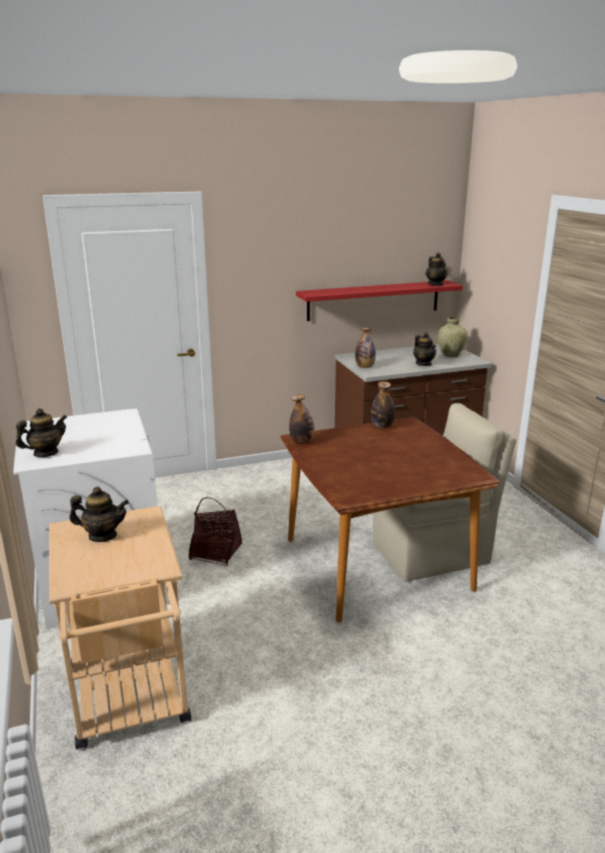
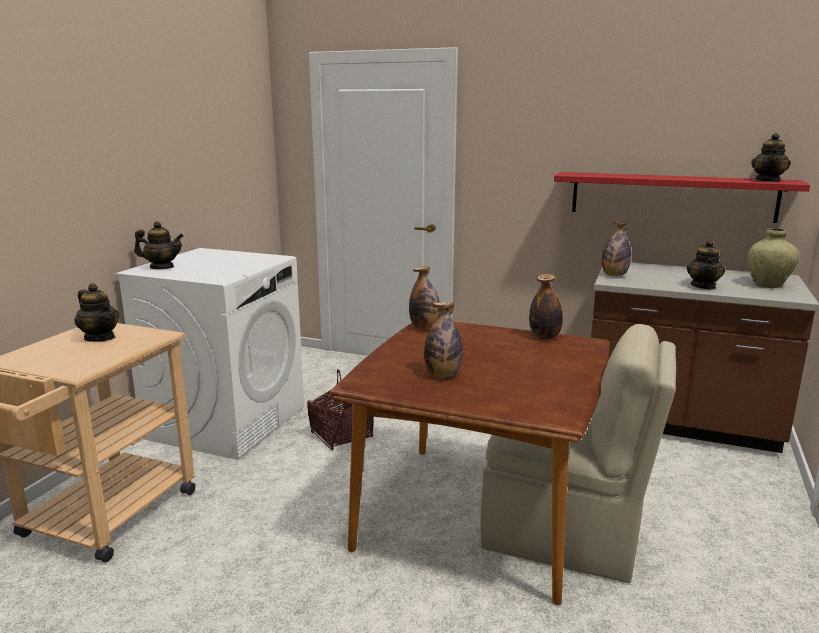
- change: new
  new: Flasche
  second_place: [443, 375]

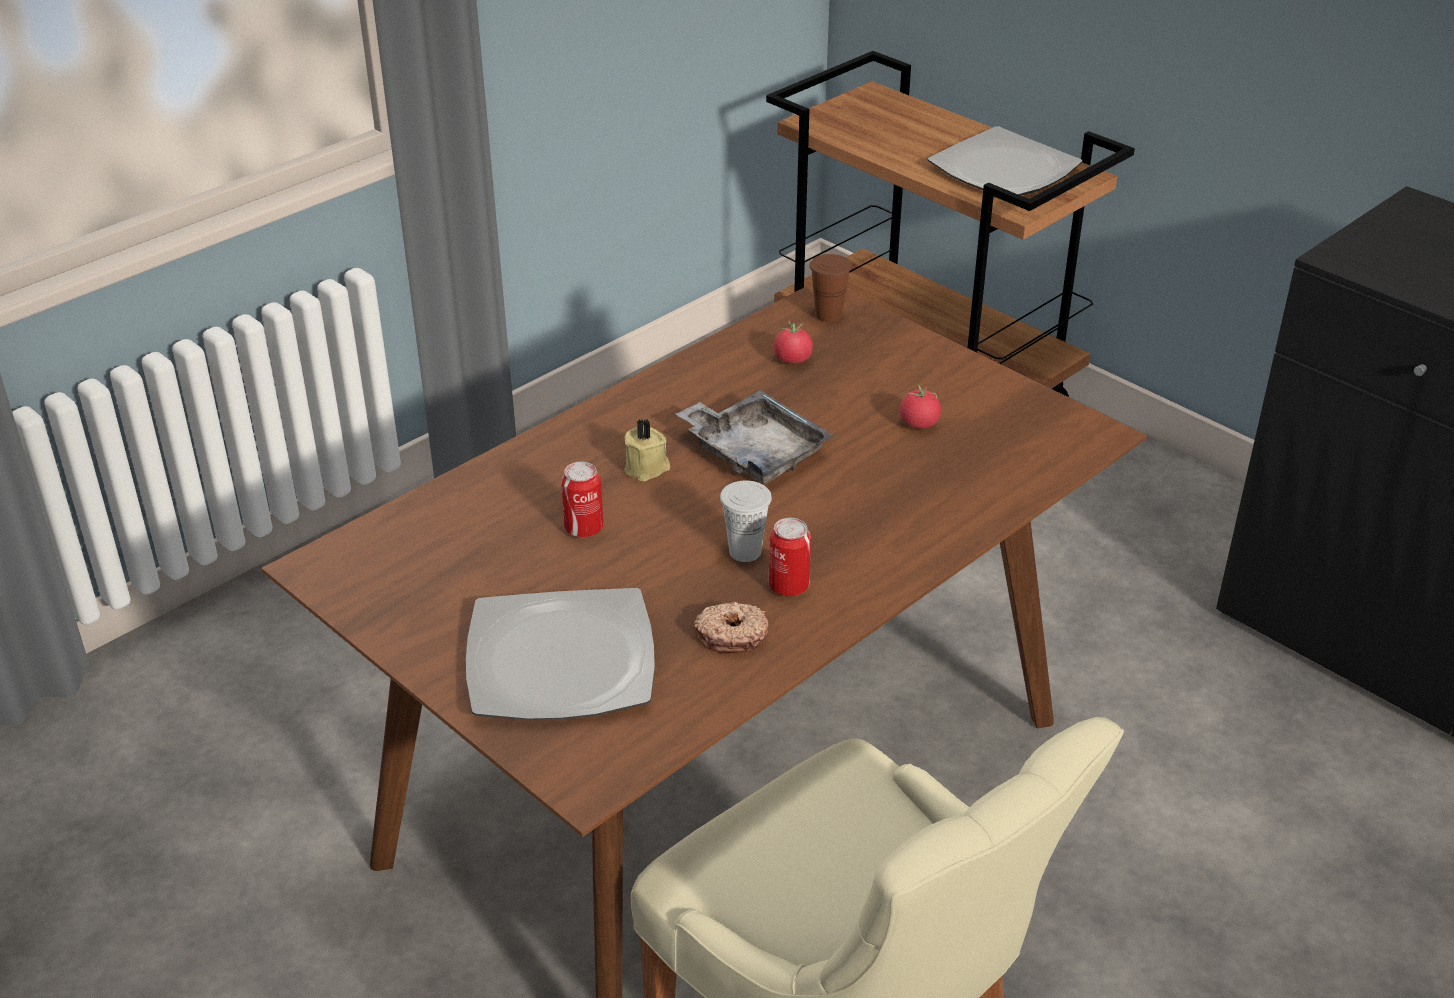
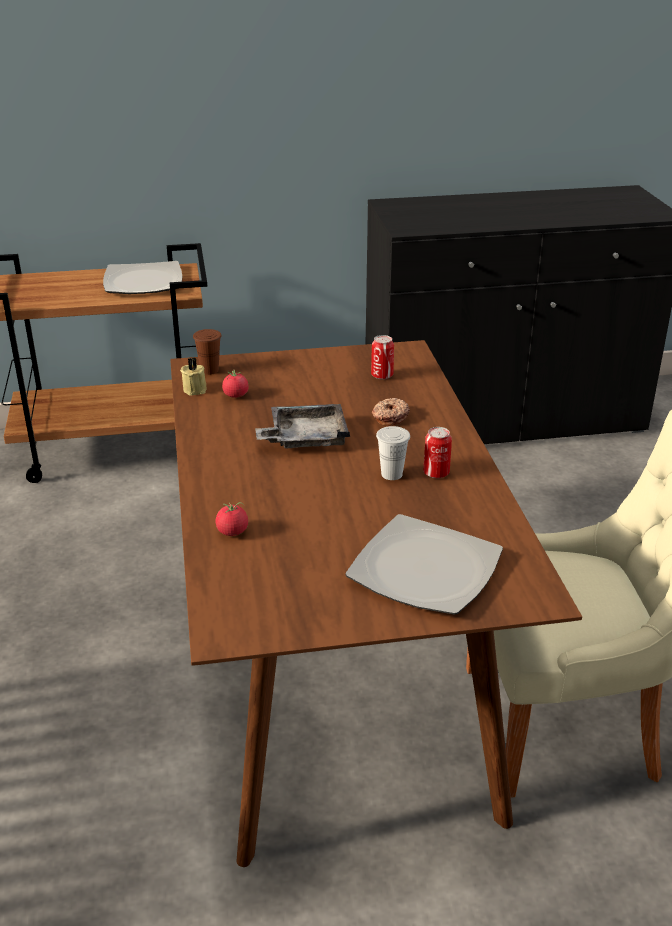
- change: shifted
  old: Kerze/beige
  first_place: [647, 468]
  second_place: [195, 389]
- change: shifted
  old: Tomate
  first_place: [919, 424]
  second_place: [232, 531]
- change: shifted
  old: Dose
  first_place: [584, 528]
  second_place: [382, 375]
- change: shifted
  old: Donut
  first_place: [731, 635]
  second_place: [389, 417]

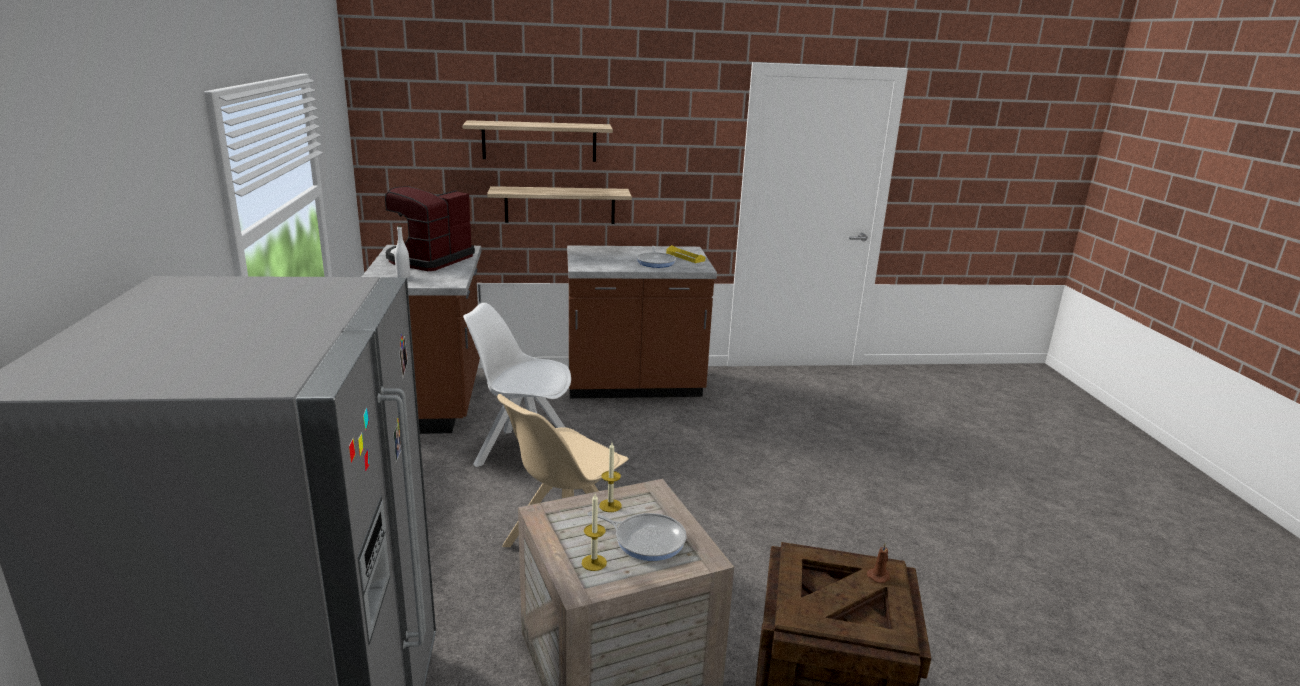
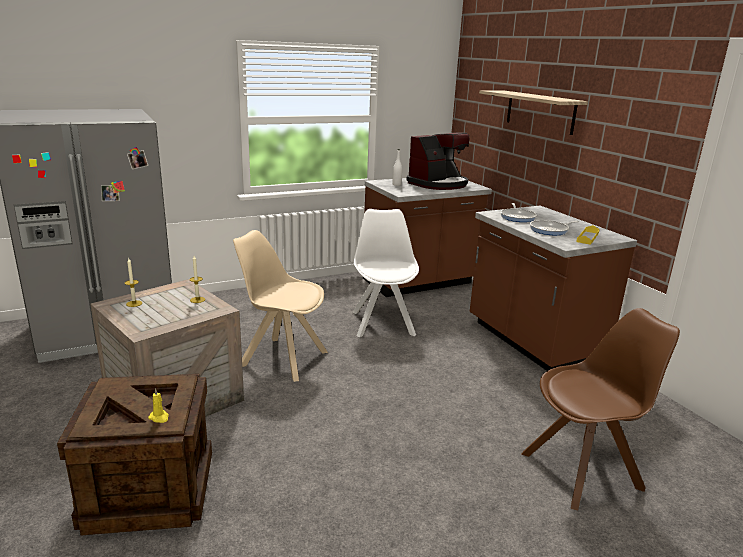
- change: repainted
  old: Kerze/braun
  new: Kerze/gelb
  first_place: [879, 576]
  second_place: [159, 418]
- change: rotated
  old: Kaffeemaschine
  first_place: [429, 259]
  second_place: [438, 184]
  degrees: 135
- change: shifted
  old: Pfanne
  first_place: [646, 540]
  second_place: [517, 217]
- change: new
  new: Stuhl/braun
  second_place: [584, 470]
- change: gone
  old: Wandregal
  first_place: [560, 205]

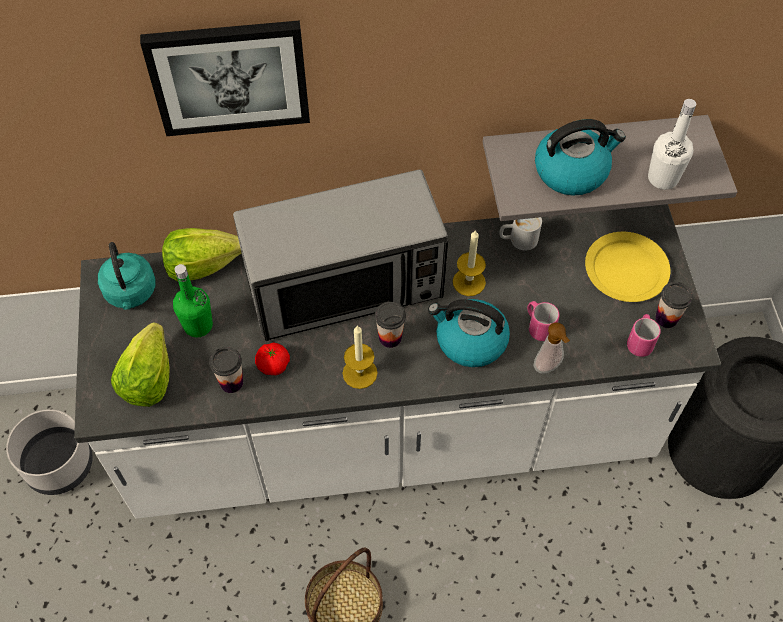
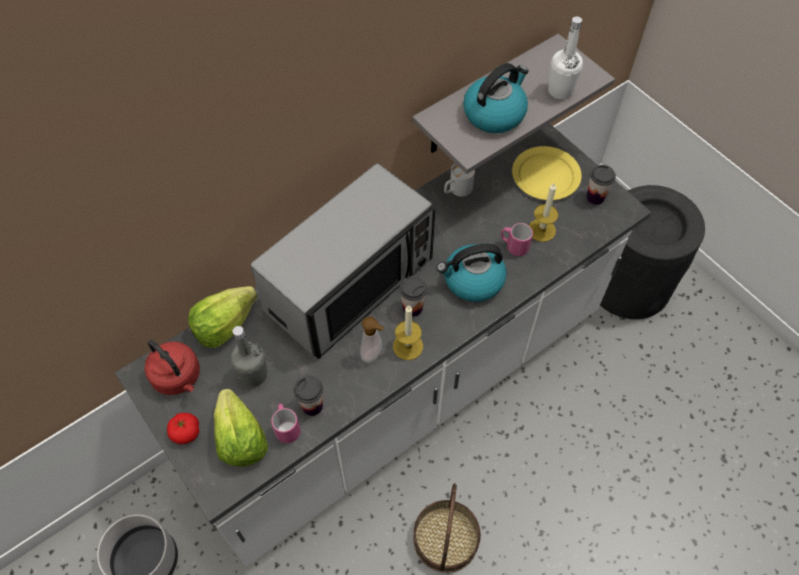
- change: repainted
  old: Wasserkessel/türkis
  new: Wasserkessel/rot
  first_place: [131, 293]
  second_place: [178, 377]
- change: shifted
  old: Tomate
  first_place: [273, 365]
  second_place: [186, 432]
- change: repainted
  old: Flasche/grün
  new: Flasche/grau
  first_place: [198, 325]
  second_place: [254, 375]
- change: shifted
  old: Henkelbecher/rosa
  first_place: [640, 341]
  second_place: [286, 427]
- change: shifted
  old: Seifenspender
  first_place: [548, 368]
  second_place: [373, 354]
- change: shifted
  old: Kerze
  first_place: [469, 282]
  second_place: [541, 230]
- change: gone
  old: Bild
  first_place: [229, 76]

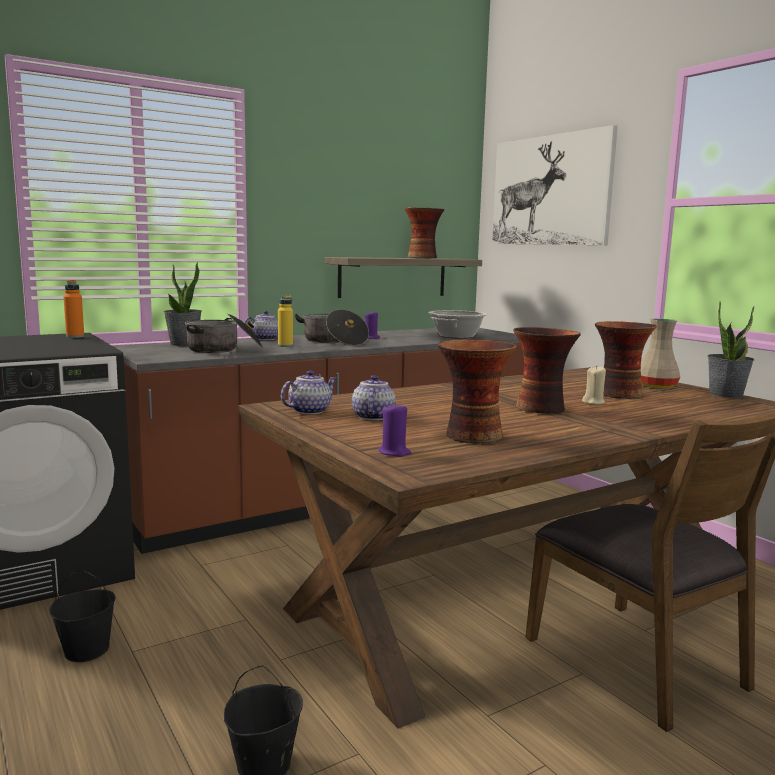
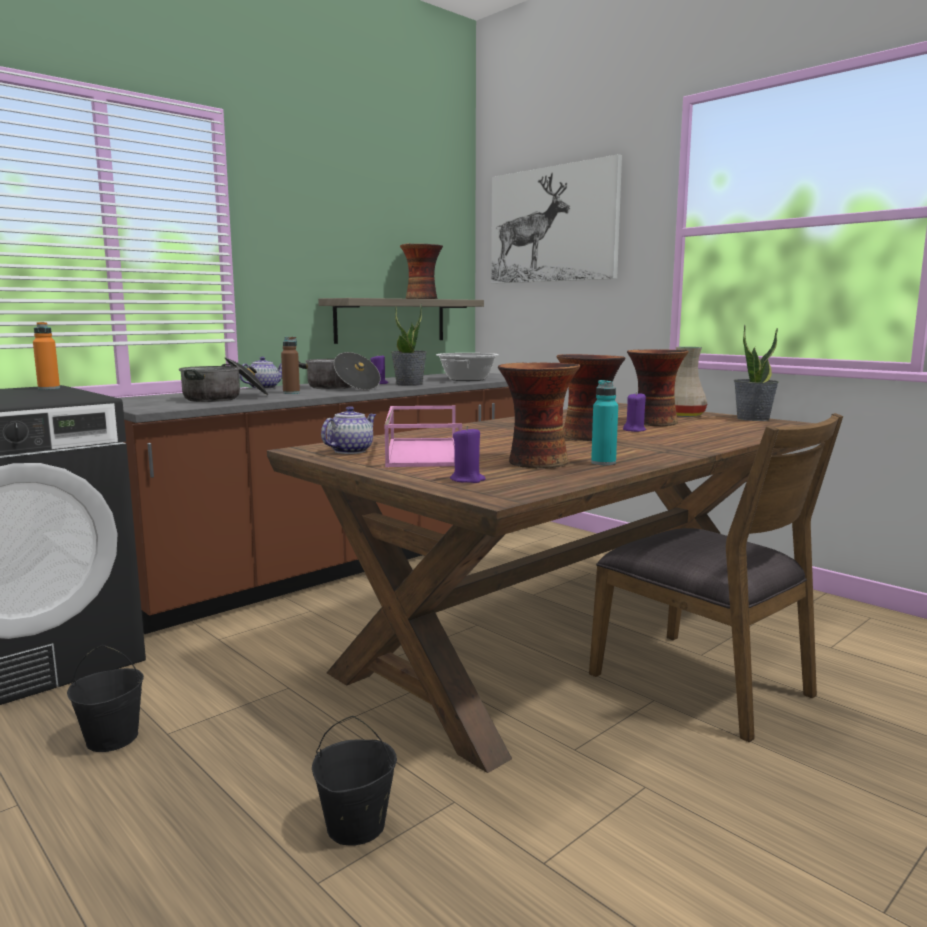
- change: repainted
  old: Flasche/gelb
  new: Flasche/braun
  first_place: [285, 346]
  second_place: [291, 393]
- change: swapped
  old: Teekanne
  new: Tablett/rosa
  first_place: [372, 416]
  second_place: [421, 452]
- change: shifted
  old: Topfpflanze
  first_place: [184, 344]
  second_place: [409, 384]
- change: new
  new: Flasche/türkis
  second_place: [603, 463]
- change: repainted
  old: Kerze/beige
  new: Kerze/lila
  first_place: [593, 402]
  second_place: [634, 430]

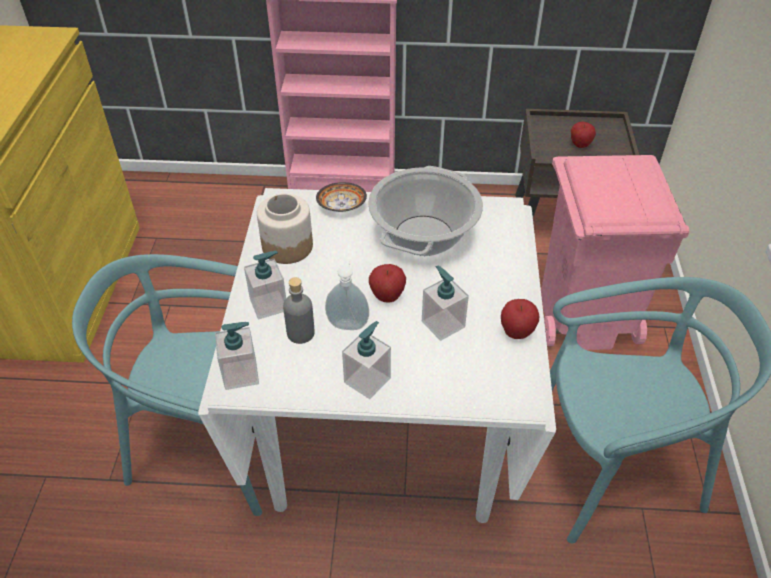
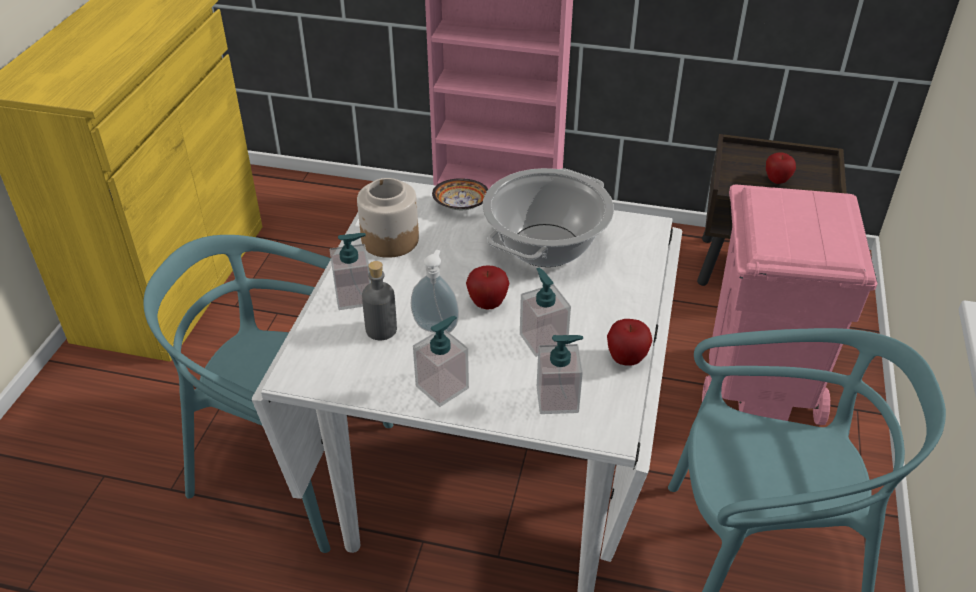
- change: shifted
  old: Seifenspender
  first_place: [241, 374]
  second_place: [557, 399]

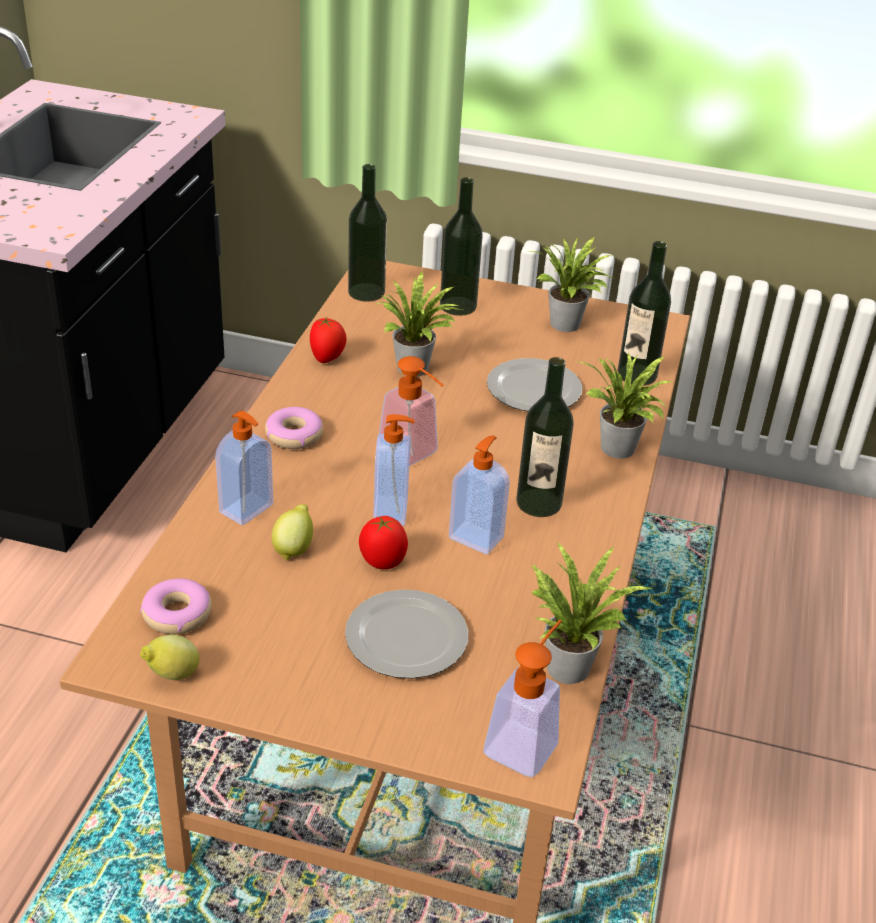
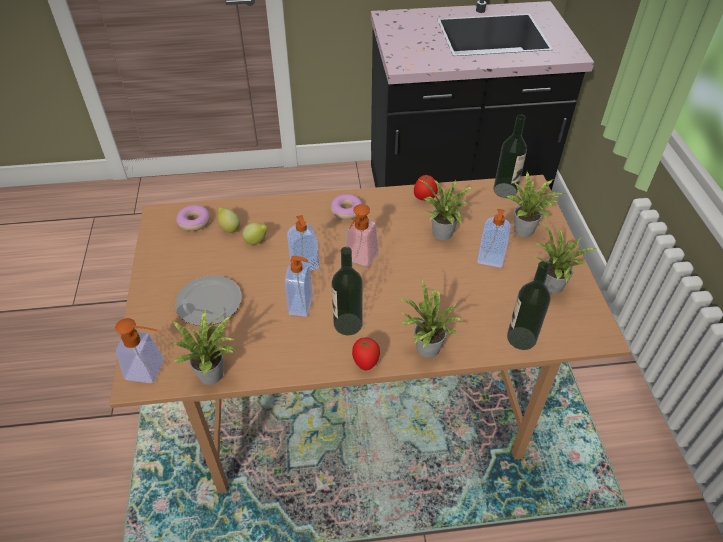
- change: shifted
  old: Zitrone
  first_place: [172, 675]
  second_place: [229, 228]
- change: shifted
  old: Tomate
  first_place: [382, 562]
  second_place: [366, 362]
- change: shifted
  old: Seifenspender
  first_place: [247, 509]
  second_place: [490, 260]
- change: swapped
  old: Flasche
  new: Topfpflanze
  first_place: [458, 306]
  second_place: [526, 231]
- change: gone
  old: Teller
  first_place: [535, 390]

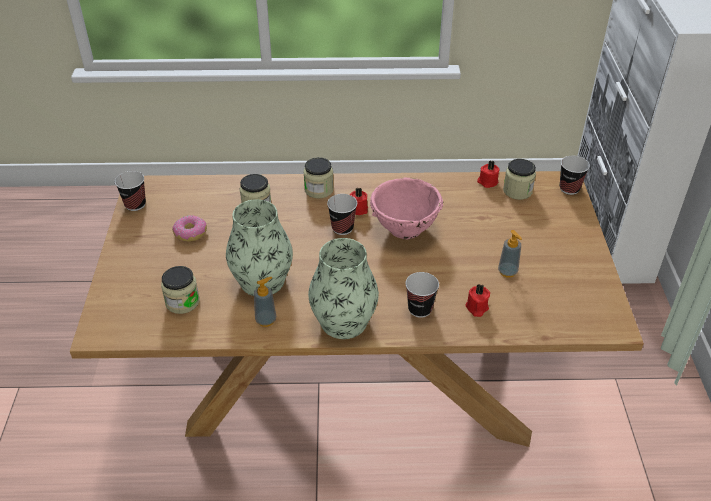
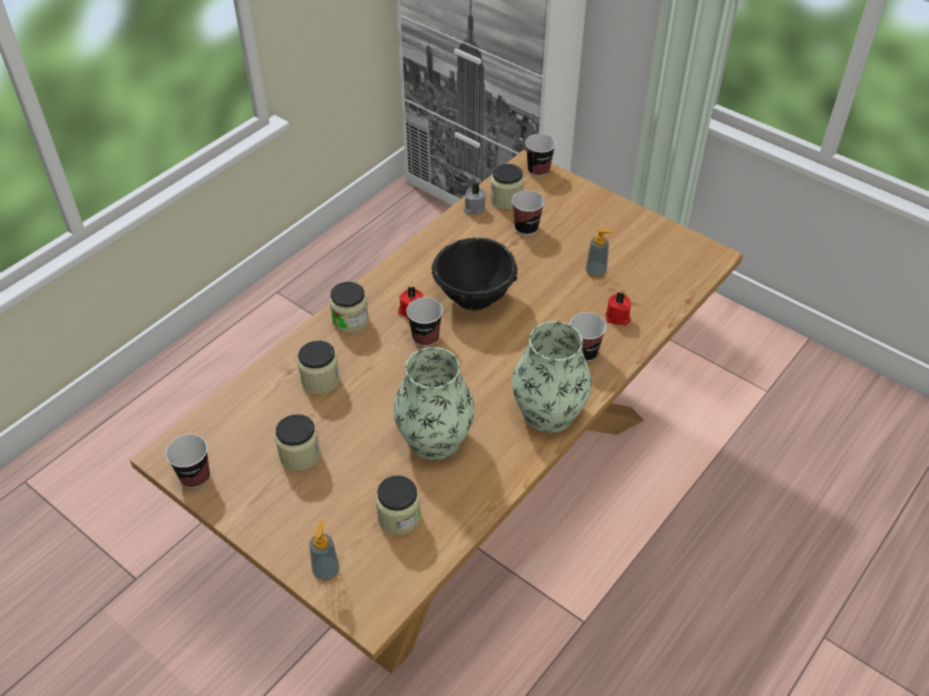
- change: swapped
  old: Donut
  new: Vorratsglas
  first_place: [190, 233]
  second_place: [300, 455]
- change: shifted
  old: Seifenspender
  first_place: [266, 320]
  second_place: [326, 570]
- change: repainted
  old: Schüssel/rosa
  new: Schüssel/schwarz
  first_place: [404, 229]
  second_place: [474, 298]
- change: repainted
  old: Kerze/rot
  new: Kerze/grau
  first_place: [487, 182]
  second_place: [474, 208]
- change: new
  new: Tasse
  second_place: [526, 228]

